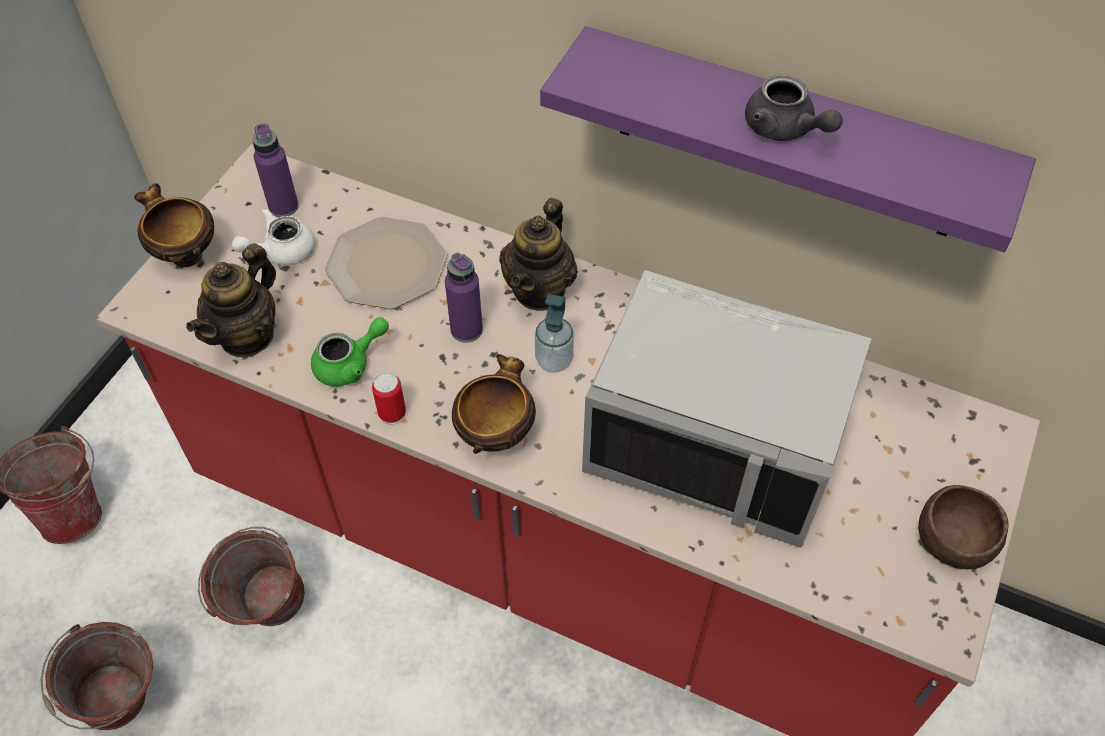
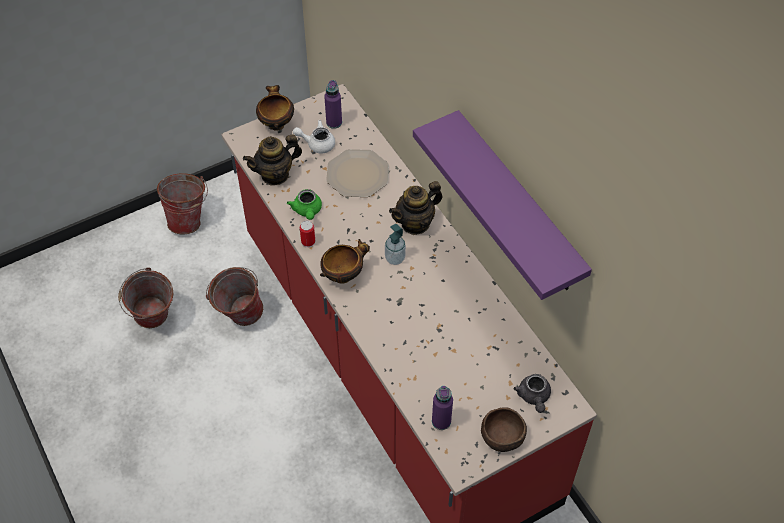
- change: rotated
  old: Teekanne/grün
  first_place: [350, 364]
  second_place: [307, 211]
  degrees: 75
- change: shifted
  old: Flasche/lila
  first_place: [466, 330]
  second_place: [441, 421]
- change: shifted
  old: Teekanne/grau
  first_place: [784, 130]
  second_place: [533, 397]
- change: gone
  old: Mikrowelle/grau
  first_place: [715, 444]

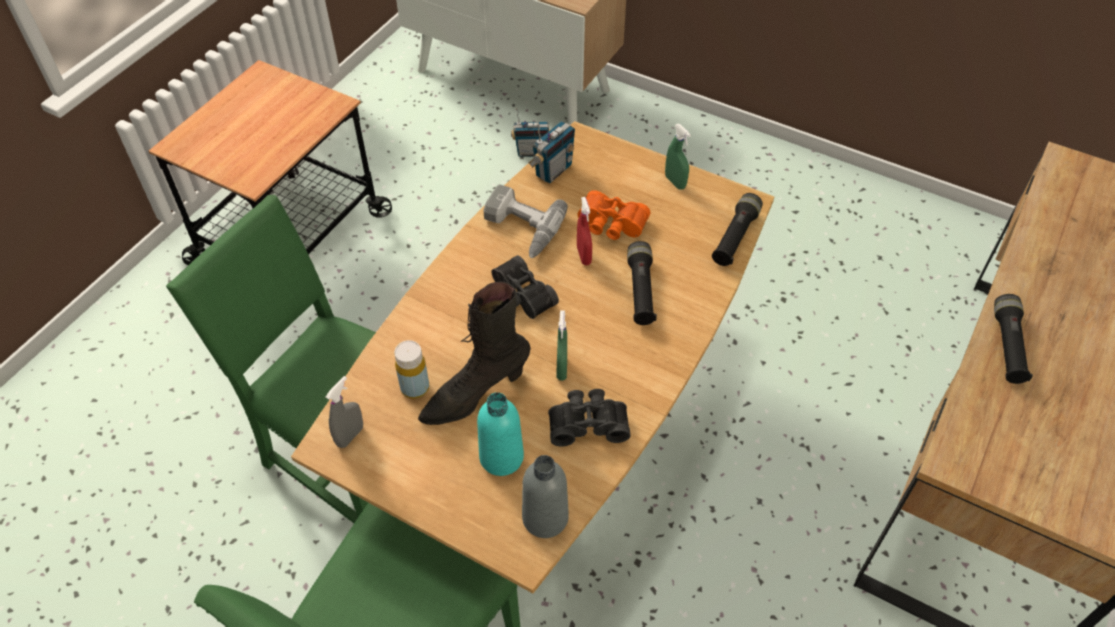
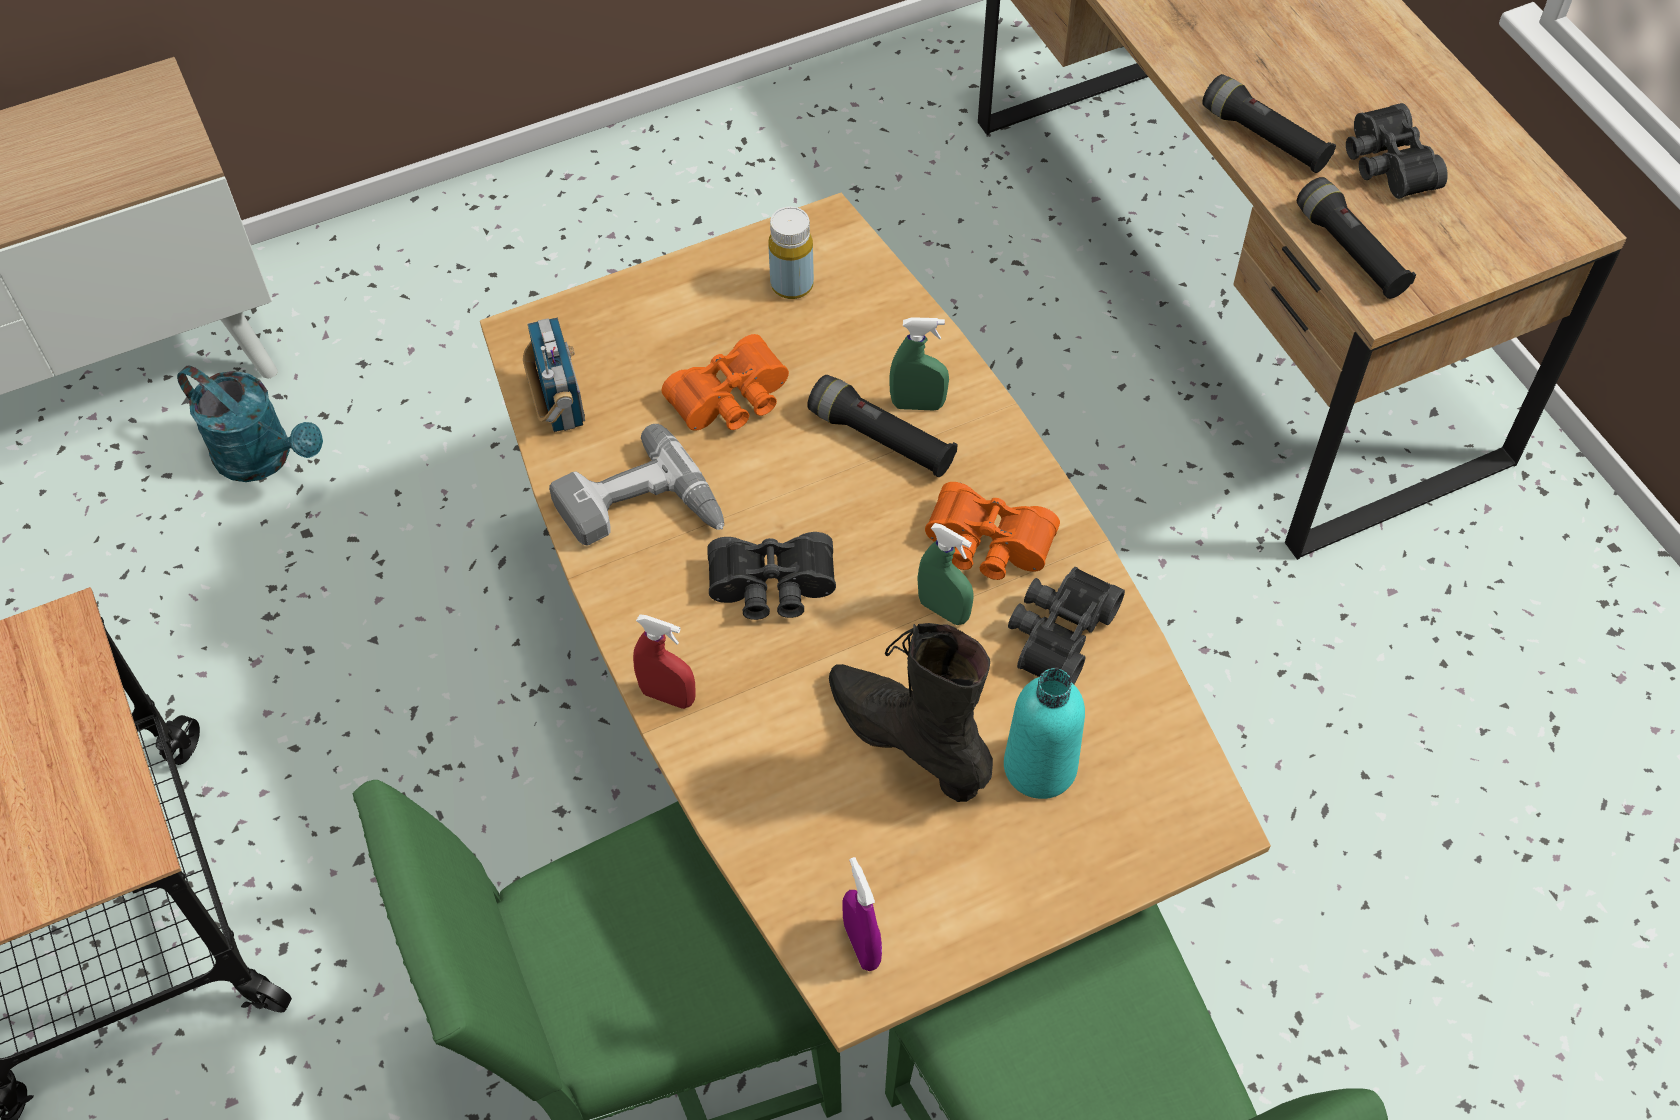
- change: swapped
  old: Radio
  new: Gießkanne/türkis
  first_place: [531, 152]
  second_place: [264, 458]
- change: shifted
  old: Sprühflasche/rot
  first_place: [584, 256]
  second_place: [668, 696]
- change: shifted
  old: Flasche/gelb
  first_place: [415, 387]
  second_place: [792, 285]
- change: rotated
  old: Stiefel/schwarz
  first_place: [475, 394]
  second_place: [907, 741]
  degrees: 135
- change: repainted
  old: Sprühflasche/grau
  new: Sprühflasche/lila
  first_place: [350, 436]
  second_place: [861, 945]
- change: shifted
  old: Sprühflasche/grün
  first_place: [675, 182]
  second_place: [917, 405]
- change: new
  new: Fernglas/orange
  second_place: [987, 547]
- change: shifted
  old: Taschenlampe/schwarz
  first_place: [735, 237]
  second_place: [1350, 251]
- change: new
  new: Fernglas/schwarz
  second_place: [1385, 165]
- change: gone
  old: Flasche/grau
  first_place: [545, 518]

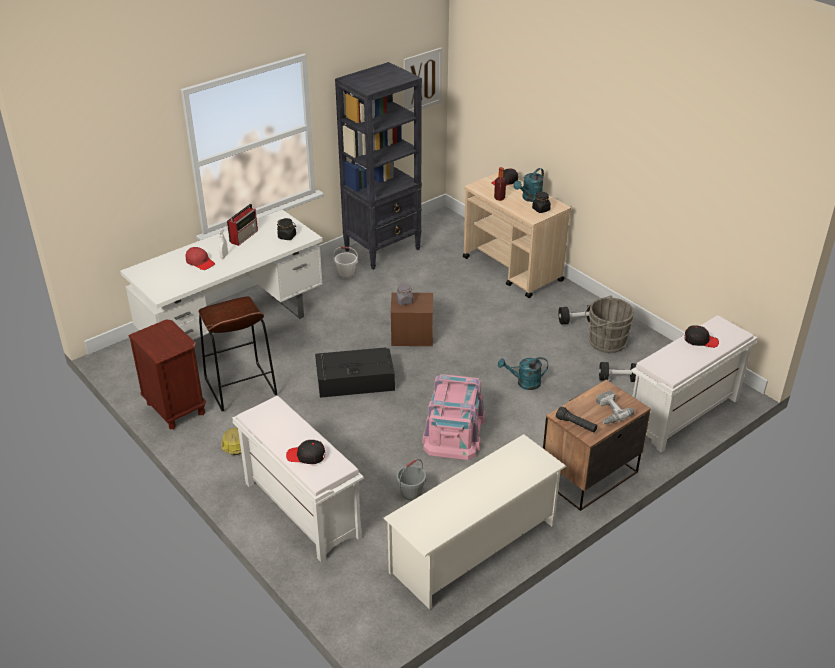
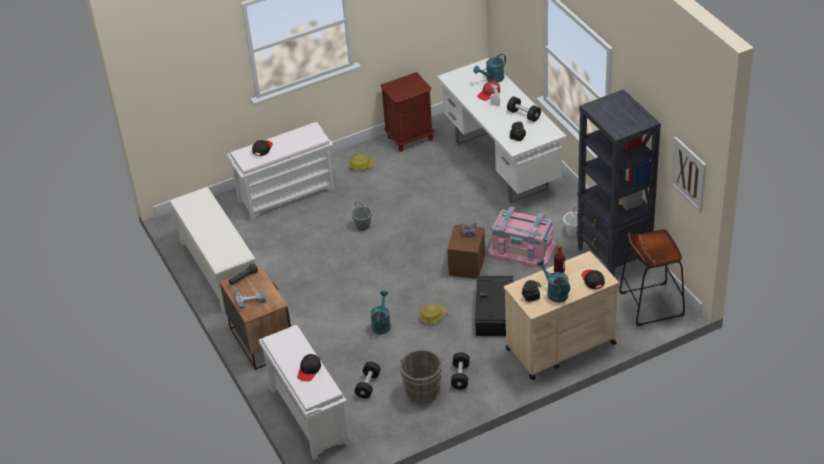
- change: shifted
  old: Eimer/grau
  first_place: [411, 493]
  second_place: [363, 226]
- change: new
  new: Schutzhelm
  second_place: [432, 316]
- change: new
  new: Gießkanne/türkis
  second_place: [492, 79]
- change: shifted
  old: Aufbewahrungsbox/schwarz
  first_place: [354, 381]
  second_place: [494, 311]
- change: shifted
  old: Aufbewahrungsbox/rosa
  first_place: [454, 430]
  second_place: [521, 250]
- change: swapped
  old: Radio
  new: Hantel/schwarz
  first_place: [244, 236]
  second_place: [523, 115]
- change: shifted
  old: Hocker/braun
  first_place: [240, 387]
  second_place: [651, 304]

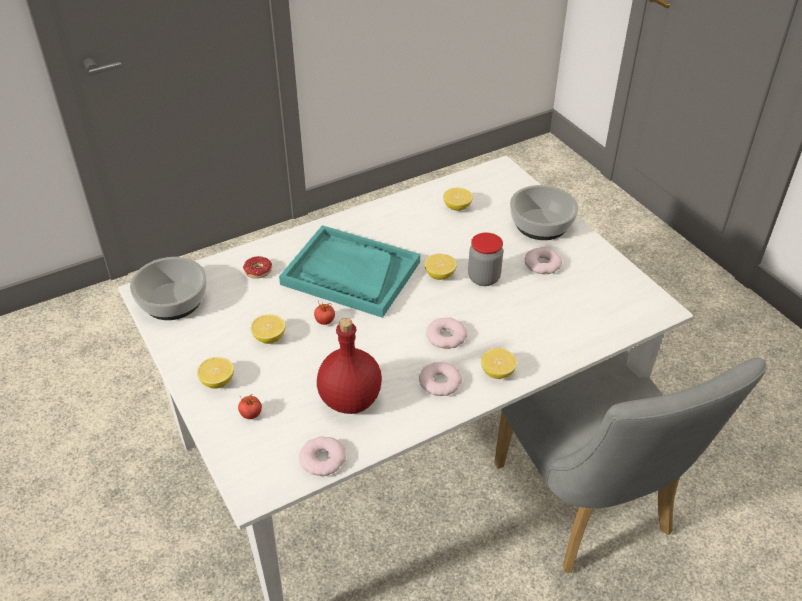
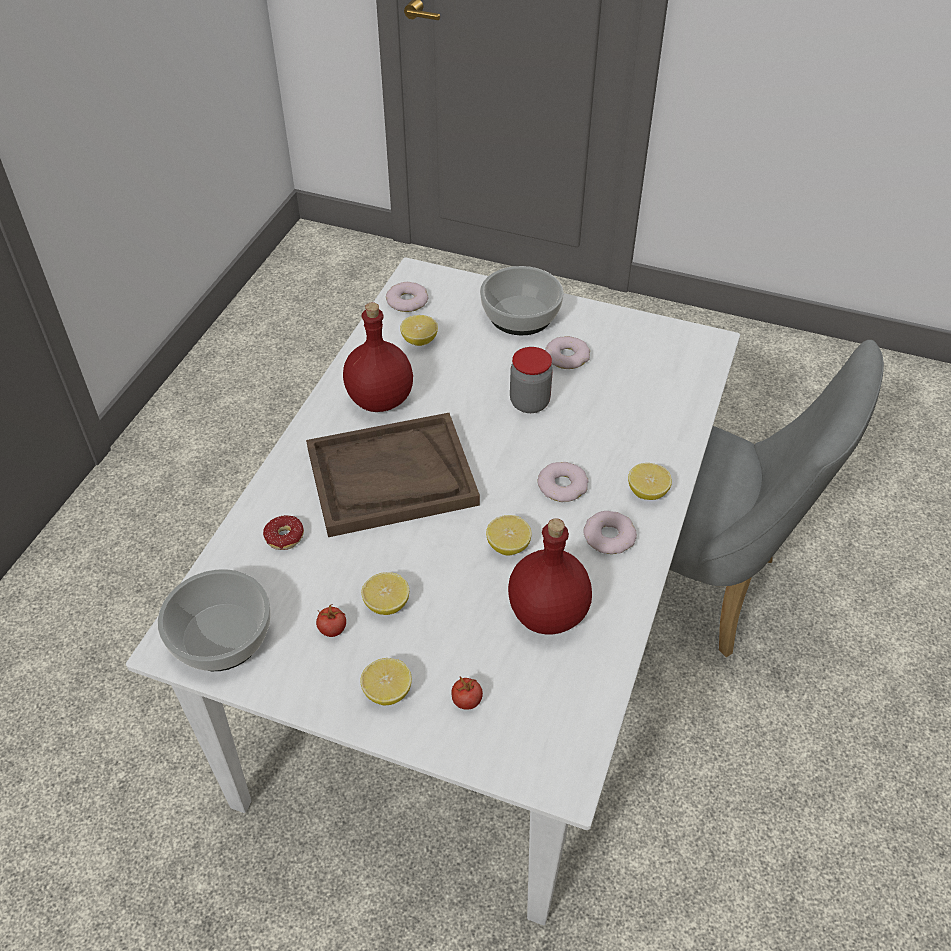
- change: repainted
  old: Tablett/türkis
  new: Tablett/braun
  first_place: [350, 273]
  second_place: [391, 477]
- change: shifted
  old: Tomate
  first_place: [325, 321]
  second_place: [333, 629]
- change: new
  new: Flasche/rot
  second_place: [381, 399]
- change: shifted
  old: Donut
  first_place: [322, 459]
  second_place: [407, 301]
- change: shifted
  old: Zitrone
  first_place: [440, 275]
  second_place: [508, 545]

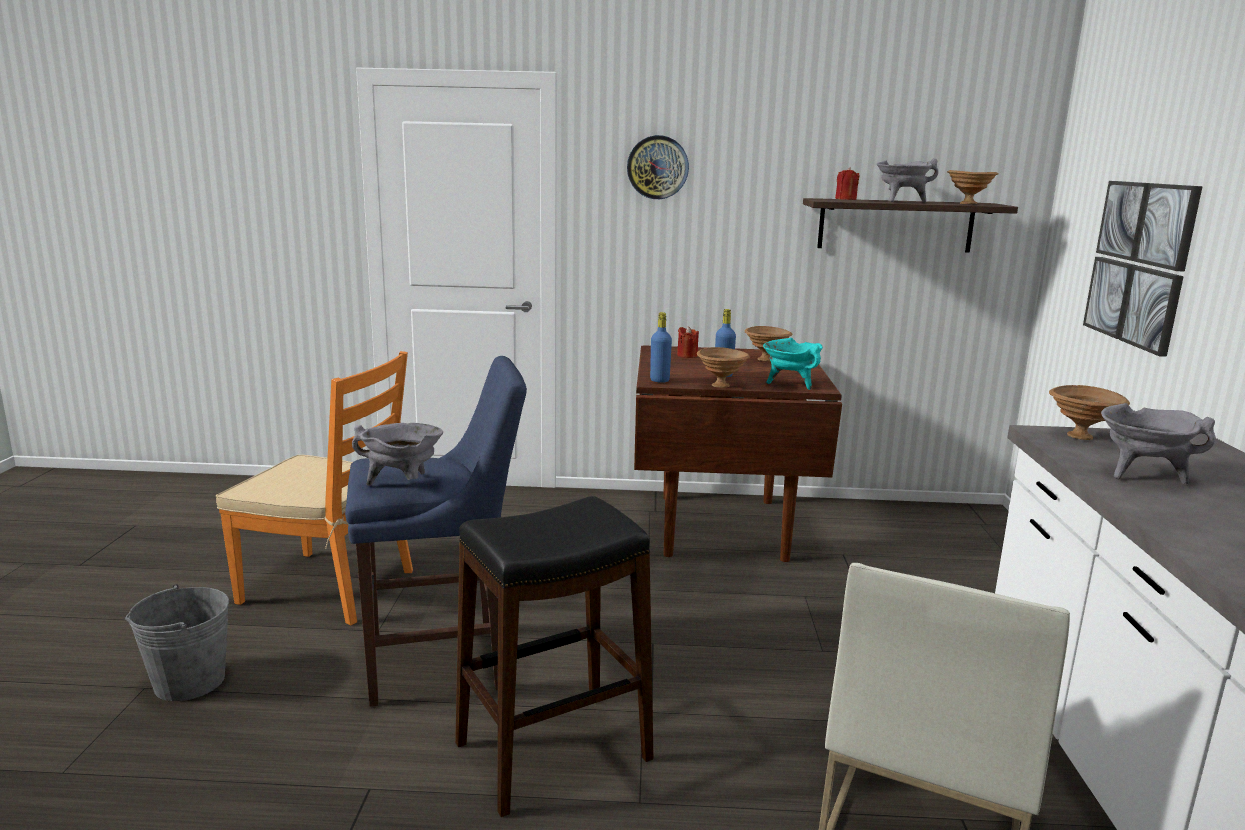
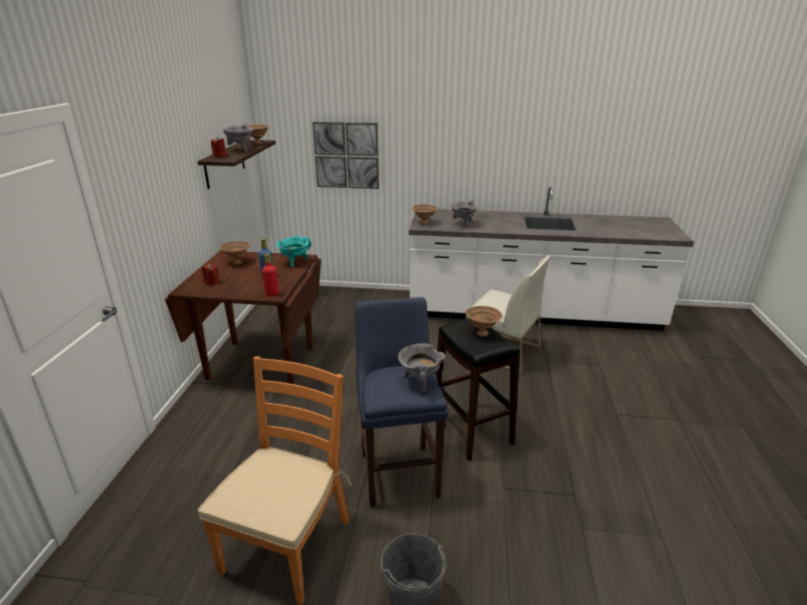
- change: repainted
  old: Flasche/blau
  new: Flasche/rot
  first_place: [659, 380]
  second_place: [272, 294]
- change: shifted
  old: Schüssel/braun
  first_place: [721, 385]
  second_place: [481, 333]
- change: gone
  old: Wanduhr
  first_place: [657, 167]

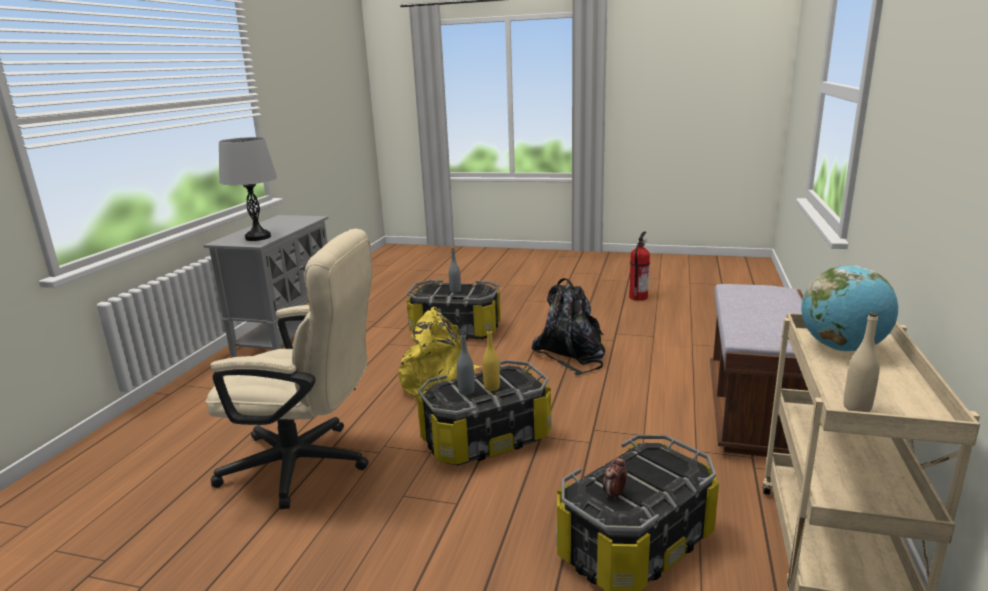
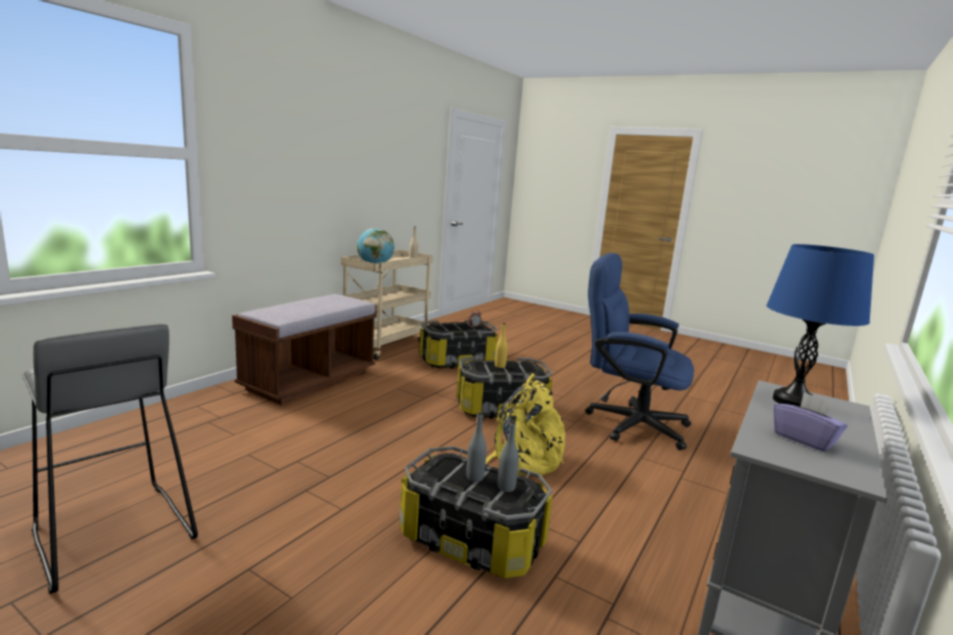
- change: swapped
  old: Feuerlöscher
  new: Hocker/grau
  first_place: [638, 297]
  second_place: [113, 535]
- change: shifted
  old: Flasche/grau
  first_place: [466, 391]
  second_place: [506, 487]
- change: repainted
  old: Bürostuhl/beige
  new: Bürostuhl/blau
  first_place: [309, 465]
  second_place: [627, 423]
- change: repainted
  old: Tischlampe/grau
  new: Tischlampe/blau
  first_place: [258, 237]
  second_place: [794, 402]
- change: new
  new: Taschentuchbox/lila
  second_place: [804, 439]
- change: gone
  old: Rucksack/schwarz
  first_place: [573, 355]

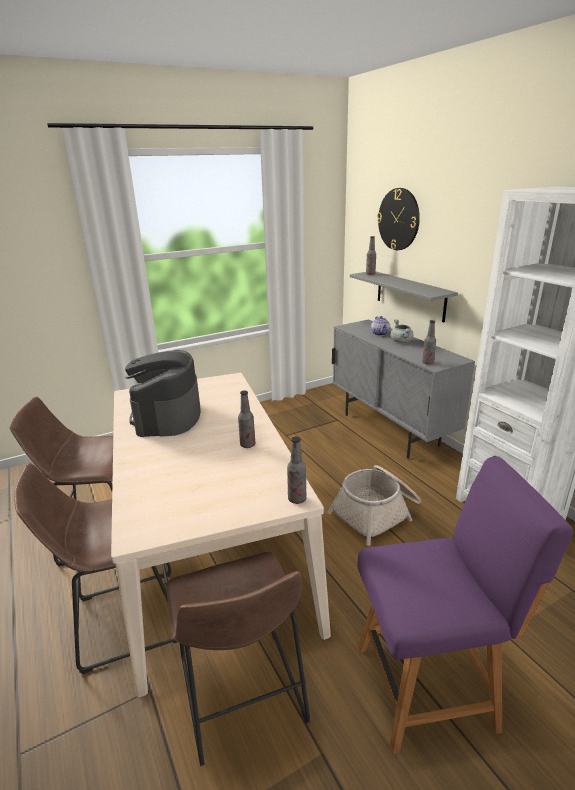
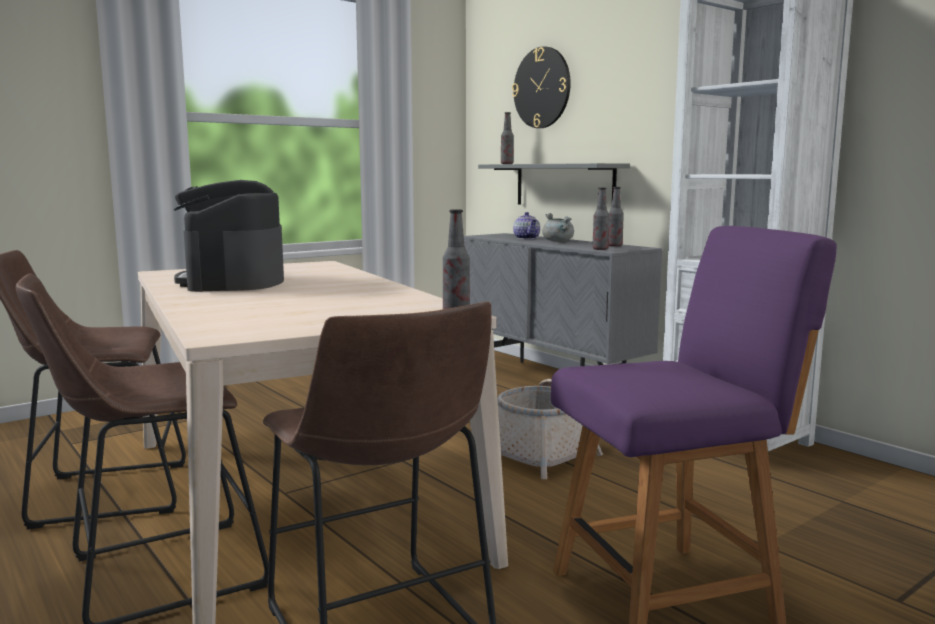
- change: shifted
  old: Flasche
  first_place: [247, 445]
  second_place: [614, 246]

